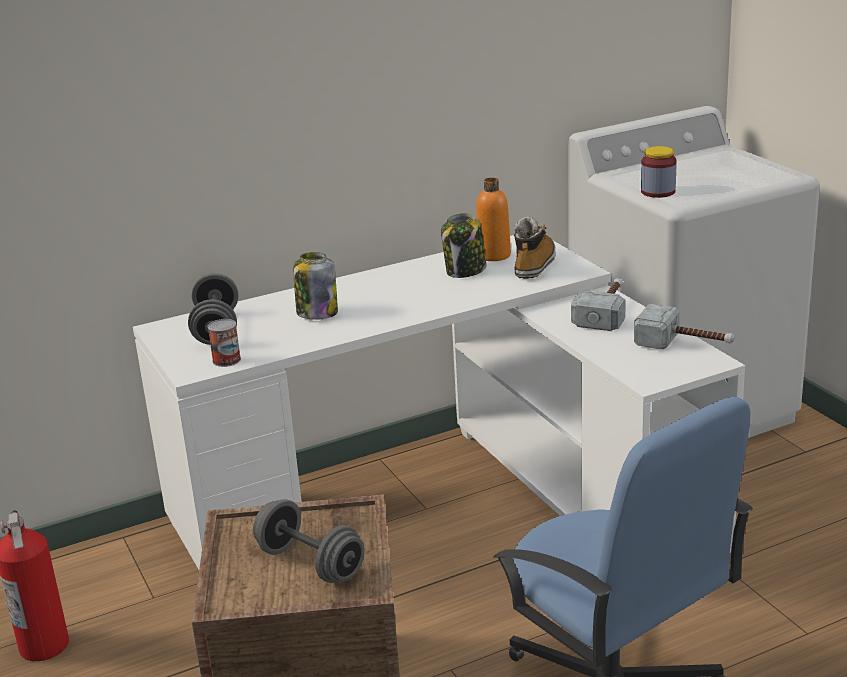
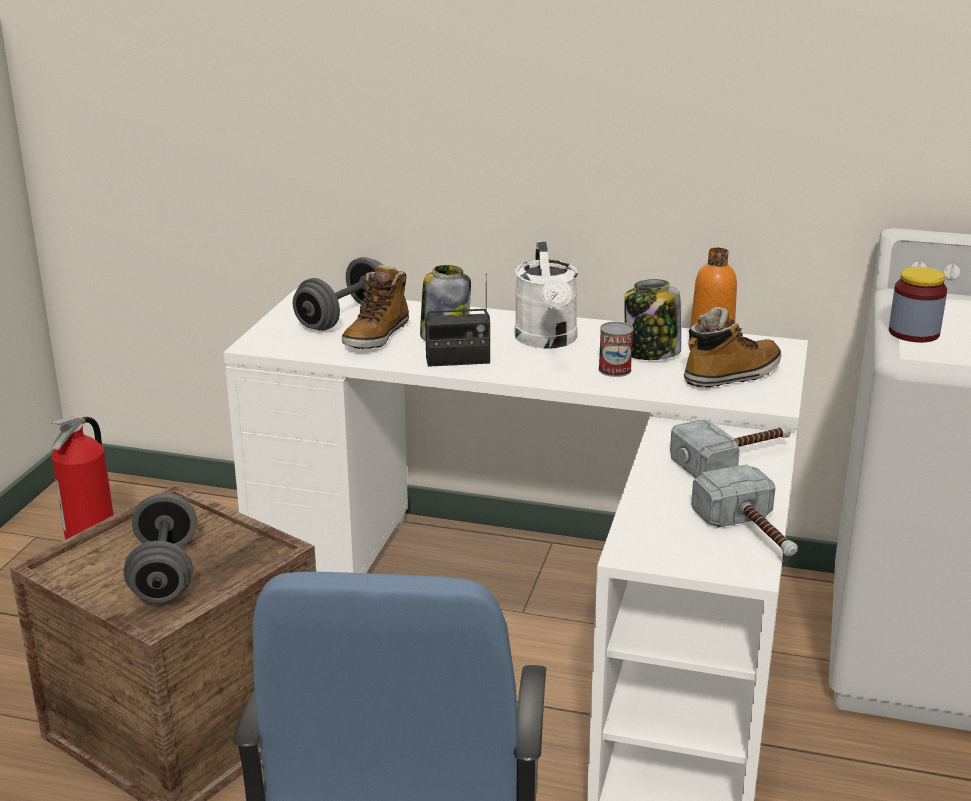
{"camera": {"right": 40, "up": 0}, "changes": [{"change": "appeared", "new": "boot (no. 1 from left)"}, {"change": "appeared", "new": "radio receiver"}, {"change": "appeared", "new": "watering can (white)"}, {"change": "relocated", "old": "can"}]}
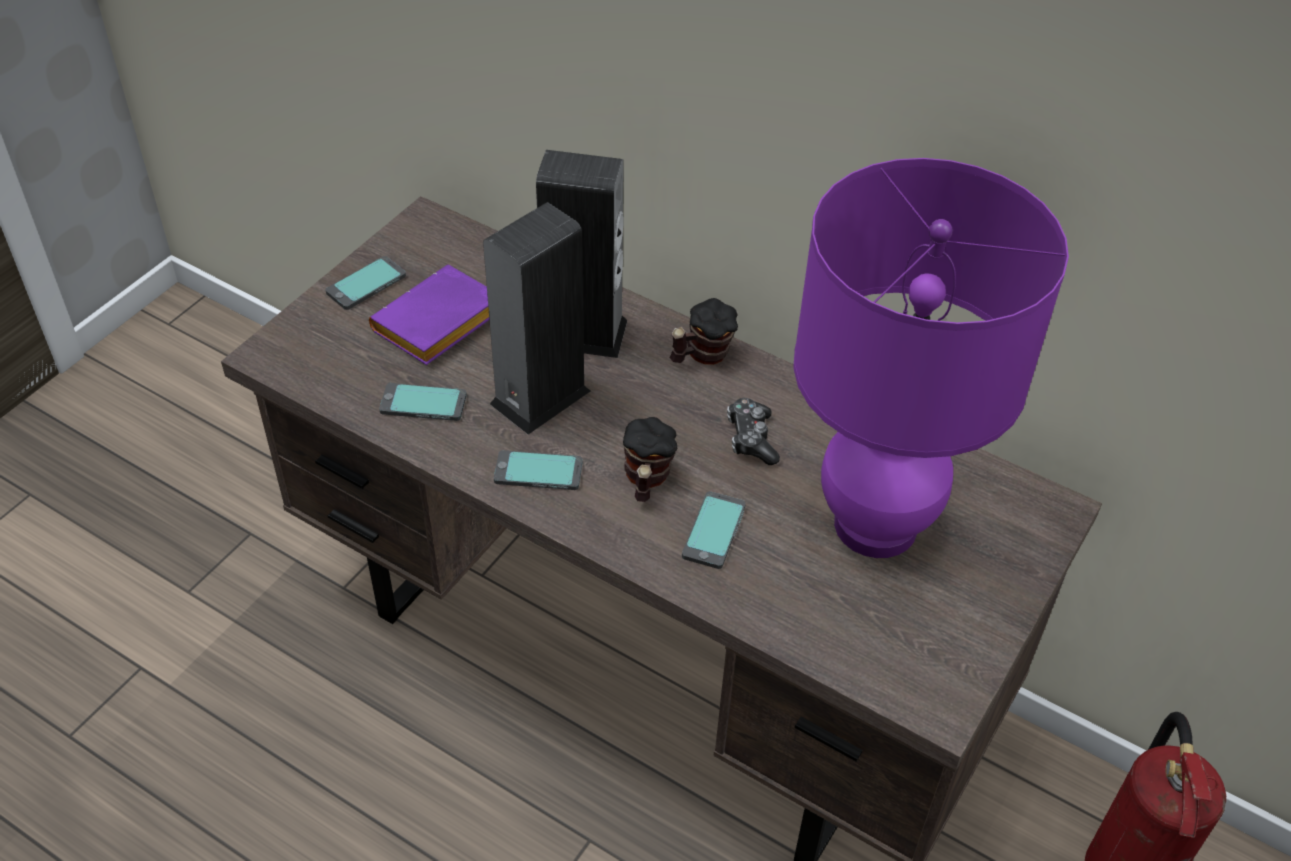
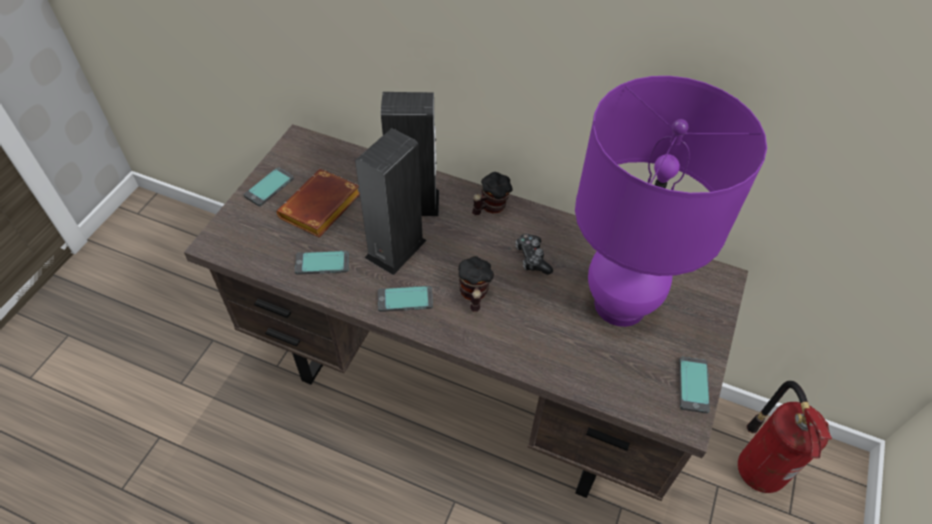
{"camera": {"right": -10, "up": 5}, "changes": [{"change": "relocated", "old": "phone (no. 4 from left)"}, {"change": "colour", "old": "bound book (purple)", "new": "bound book (brown)"}]}
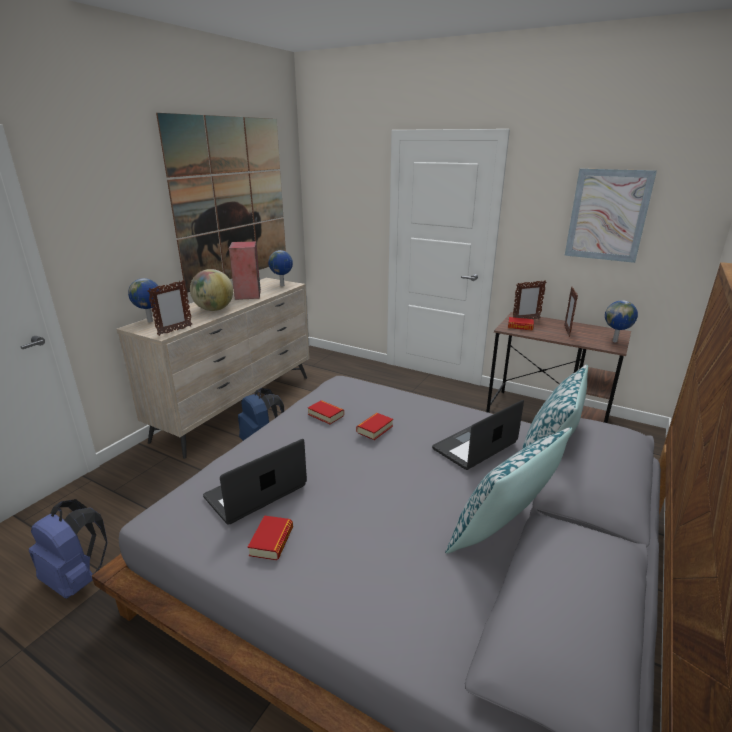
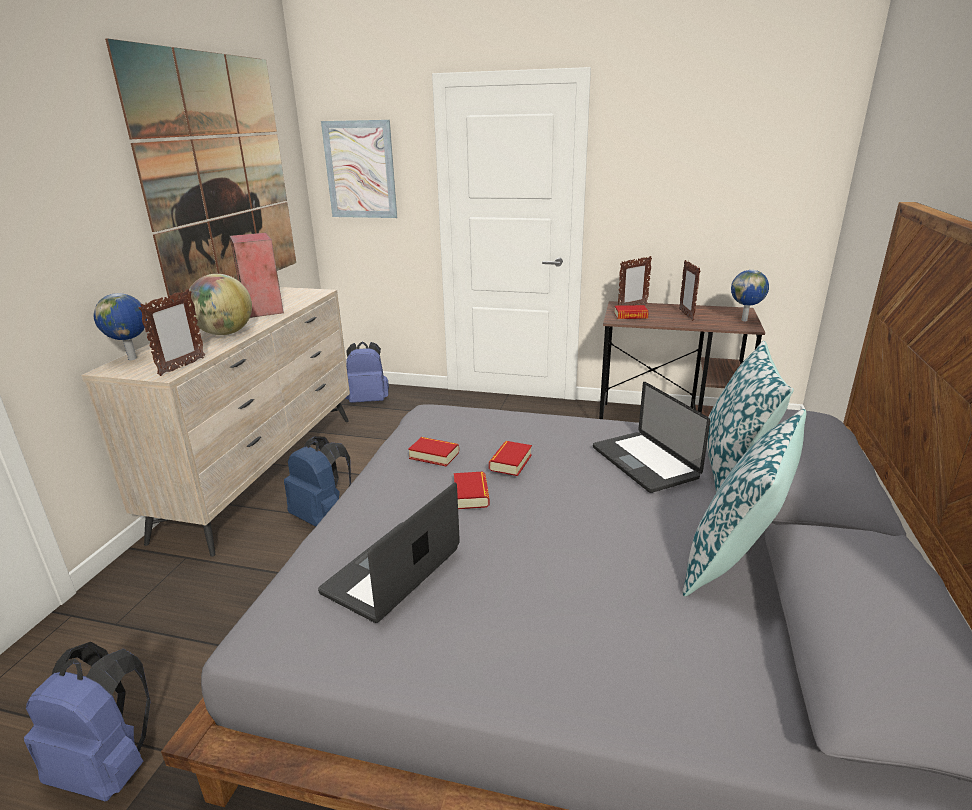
{"camera": {"right": -15, "up": 0}, "changes": [{"change": "missing", "old": "globe (no. 3 from left)"}, {"change": "appeared", "new": "backpack (blue-coloured) (no. 3 from left)"}, {"change": "relocated", "old": "bound book (no. 1 from left in the first image)", "new": "bound book (no. 2 from left)"}, {"change": "relocated", "old": "wall art (no. 2 from left)"}, {"change": "spun", "old": "notebook computer (no. 2 from left)", "degrees": -60}]}
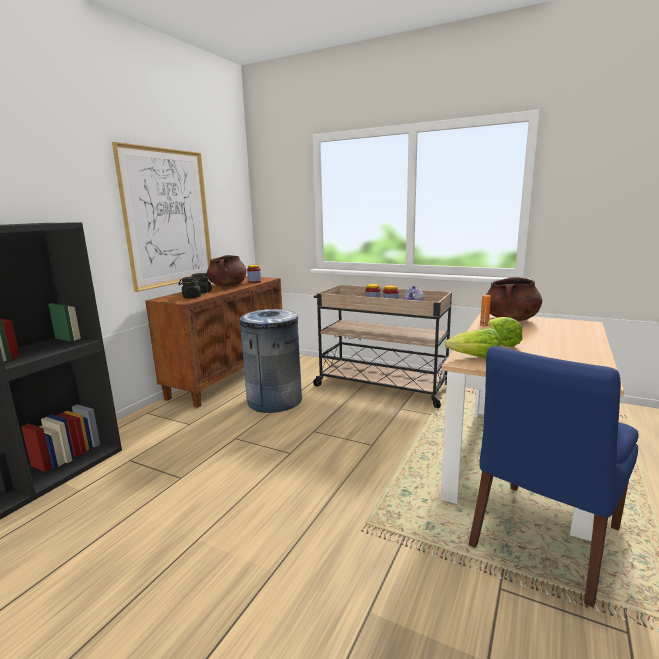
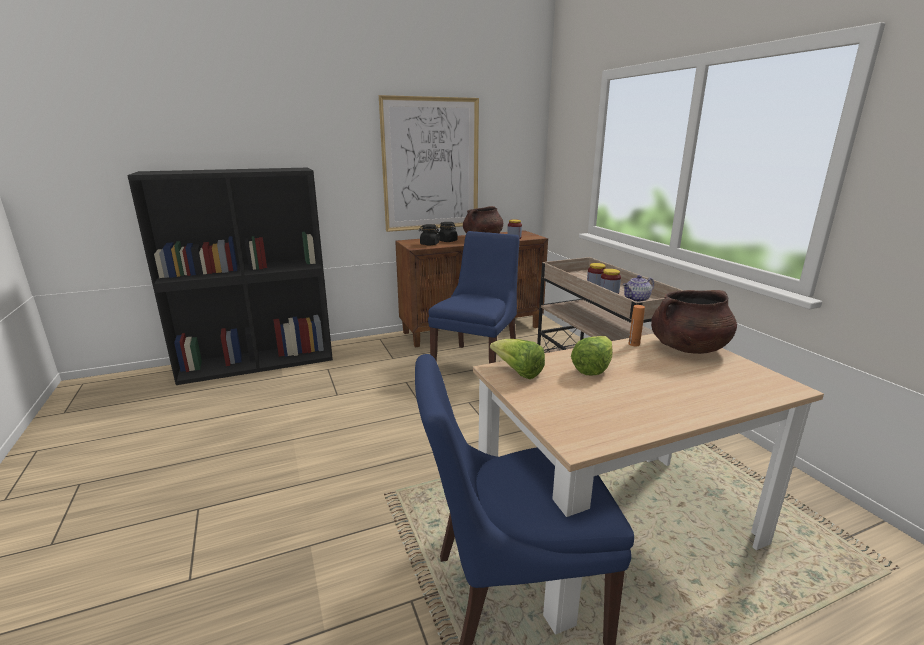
{"camera": {"right": 40, "up": 5}, "changes": [{"change": "exchanged", "old": "waste bin (greyish)", "new": "upright chair (blue-coloured) (no. 1 from left)"}]}
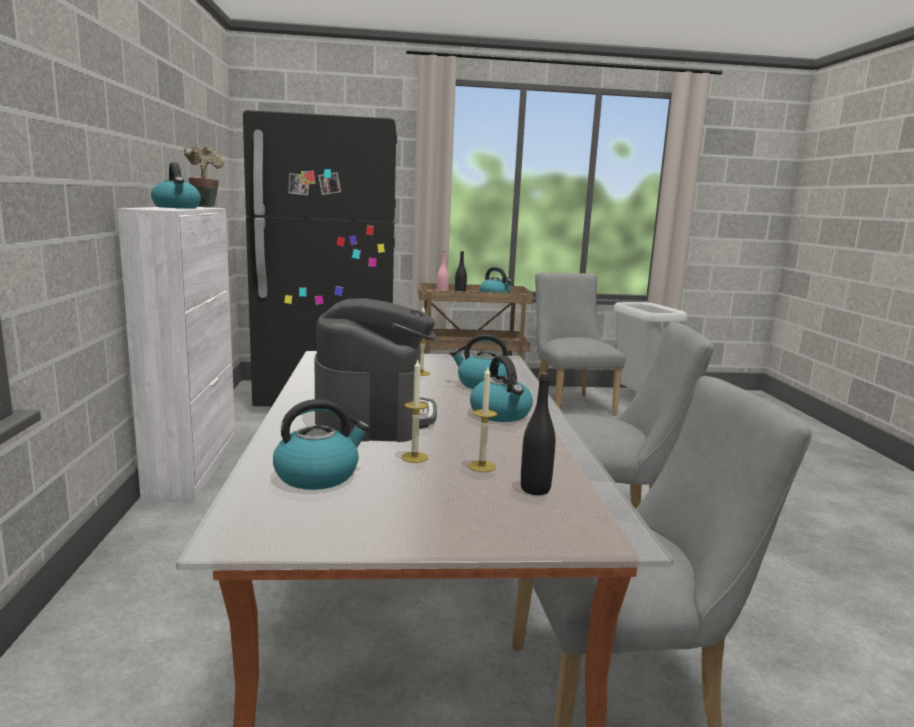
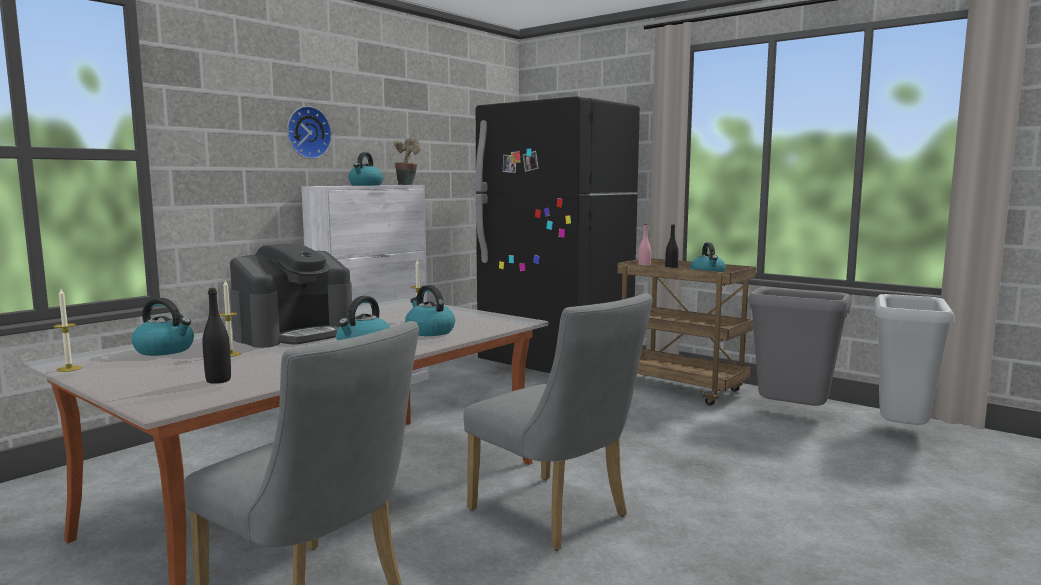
{"camera": {"right": 45, "up": -5}, "changes": [{"change": "appeared", "new": "wall clock"}, {"change": "relocated", "old": "wax candle (no. 3 from left in the first image)", "new": "wax candle (no. 1 from left)"}, {"change": "exchanged", "old": "upright chair (greyish) (no. 1 from left)", "new": "waste bin (greyish) (no. 1 from left)"}]}
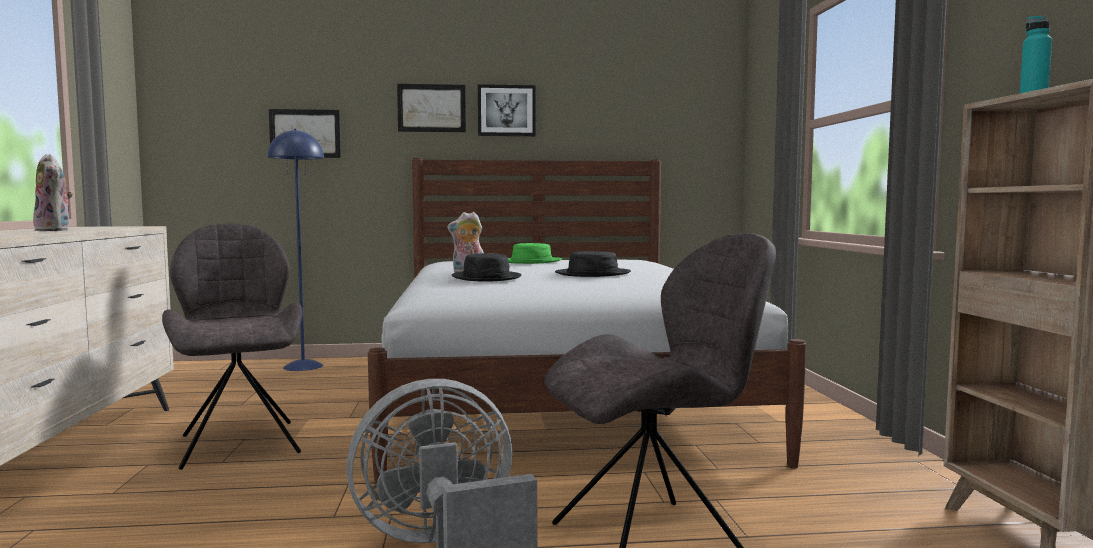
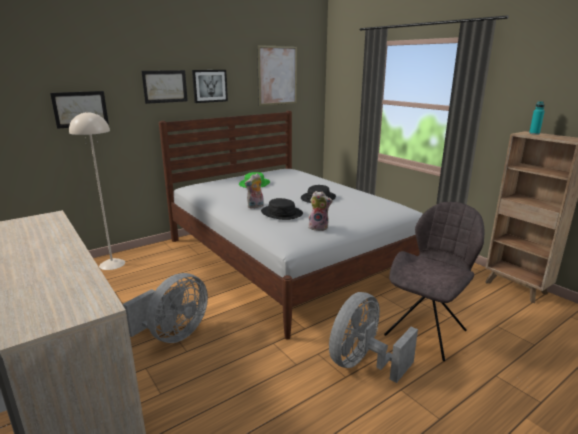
{"camera": {"right": -30, "up": 15}, "changes": [{"change": "appeared", "new": "wall art (no. 4 from left)"}, {"change": "relocated", "old": "cuddly toy (no. 1 from left in the first image)", "new": "cuddly toy (no. 2 from left)"}, {"change": "exchanged", "old": "upright chair (greyish) (no. 1 from left)", "new": "fan (greyish) (no. 1 from left)"}, {"change": "colour", "old": "floor lamp (blue-coloured)", "new": "floor lamp (sand-coloured)"}]}
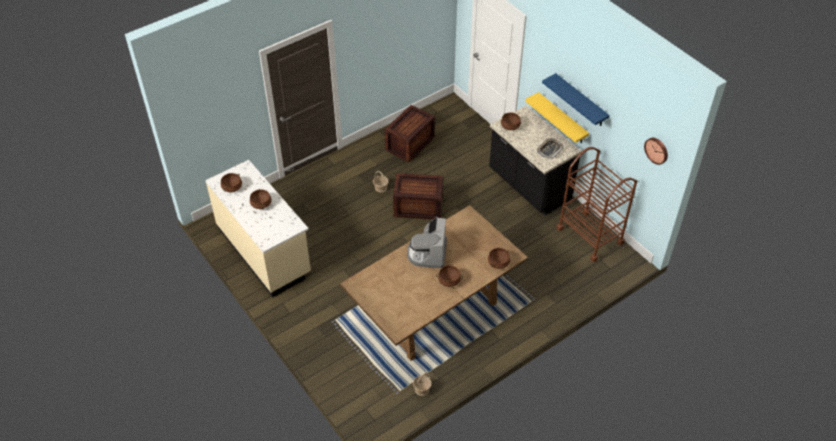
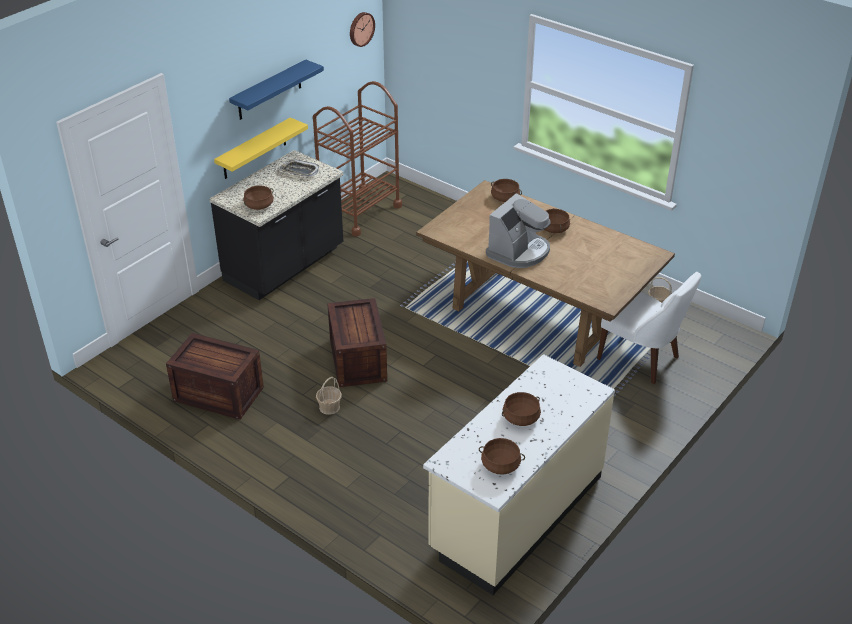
{"camera": {"right": -105, "up": -10}, "changes": [{"change": "appeared", "new": "upright chair (white)"}, {"change": "spun", "old": "coffee brewer", "degrees": -45}]}
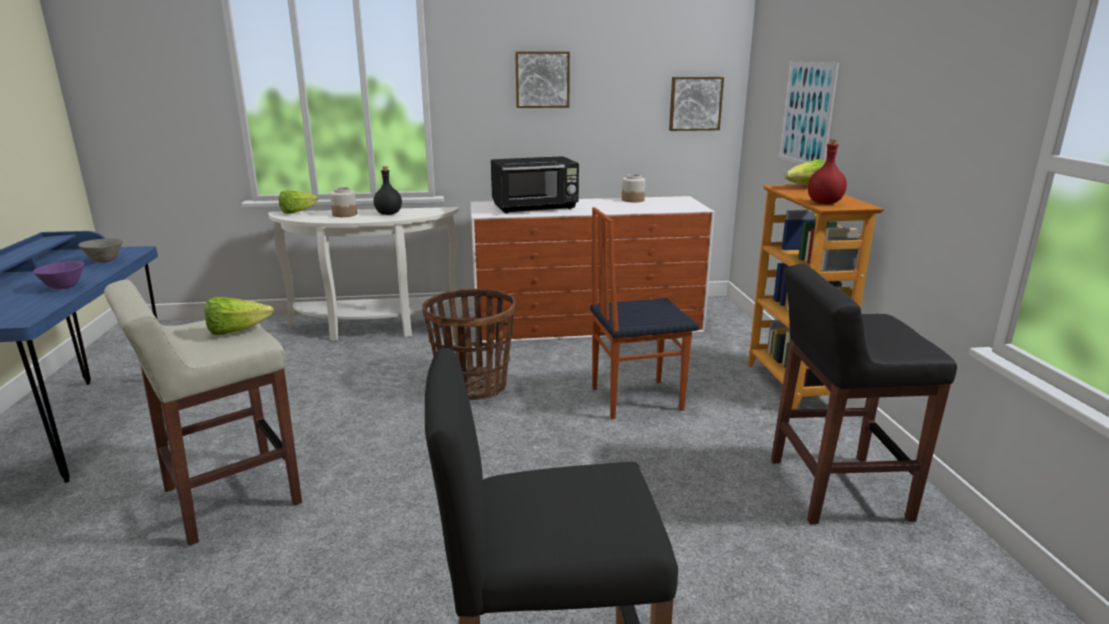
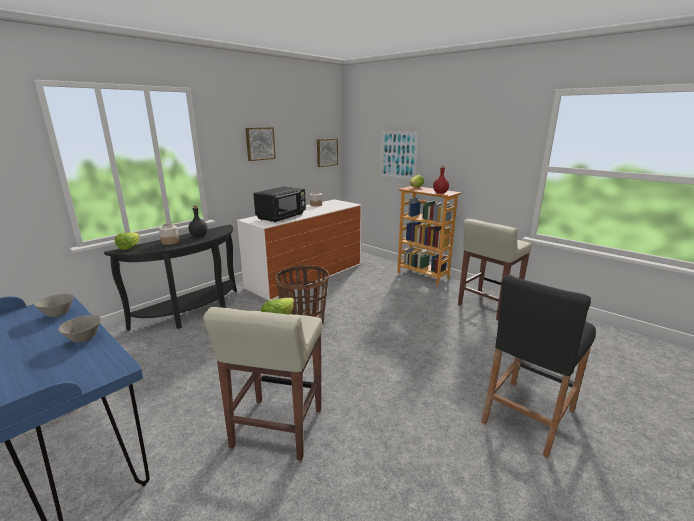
{"camera": {"right": -40, "up": 0}, "changes": [{"change": "missing", "old": "upright chair"}, {"change": "colour", "old": "serving bowl (purple)", "new": "serving bowl (greyish) (no. 2 from left)"}, {"change": "colour", "old": "narrow table (white)", "new": "narrow table (blackish)"}, {"change": "colour", "old": "stool (blackish) (no. 2 from left)", "new": "stool (sand-coloured) (no. 2 from left)"}]}
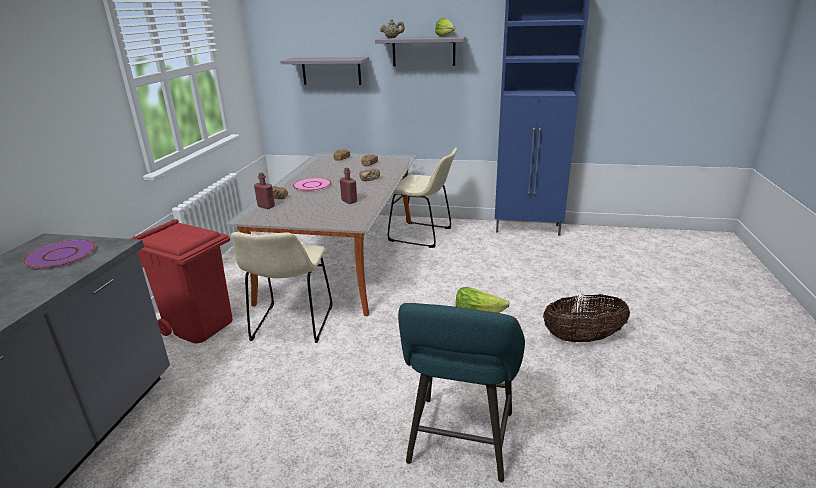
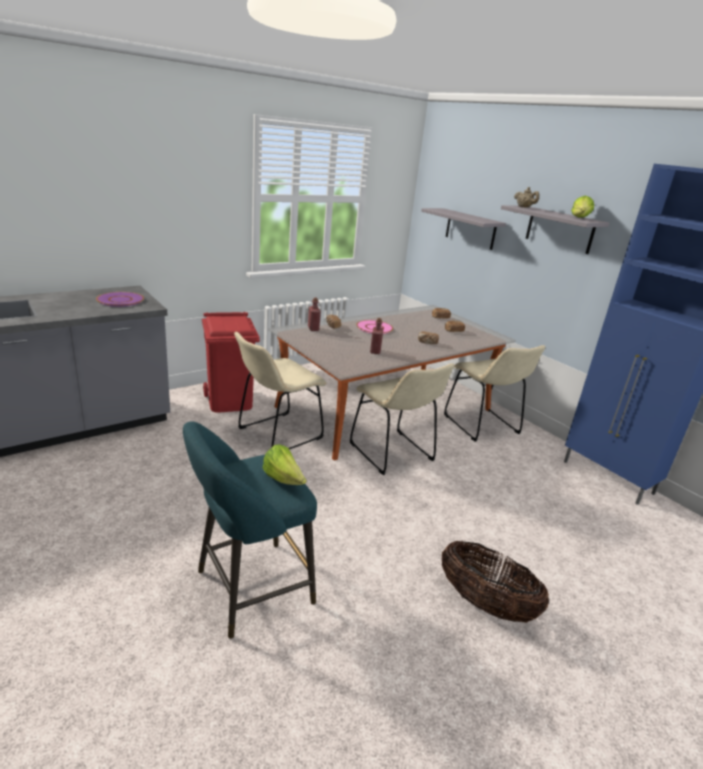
{"camera": {"right": 40, "up": 0}, "changes": [{"change": "appeared", "new": "upright chair (sand-coloured) (no. 2 from left)"}]}
